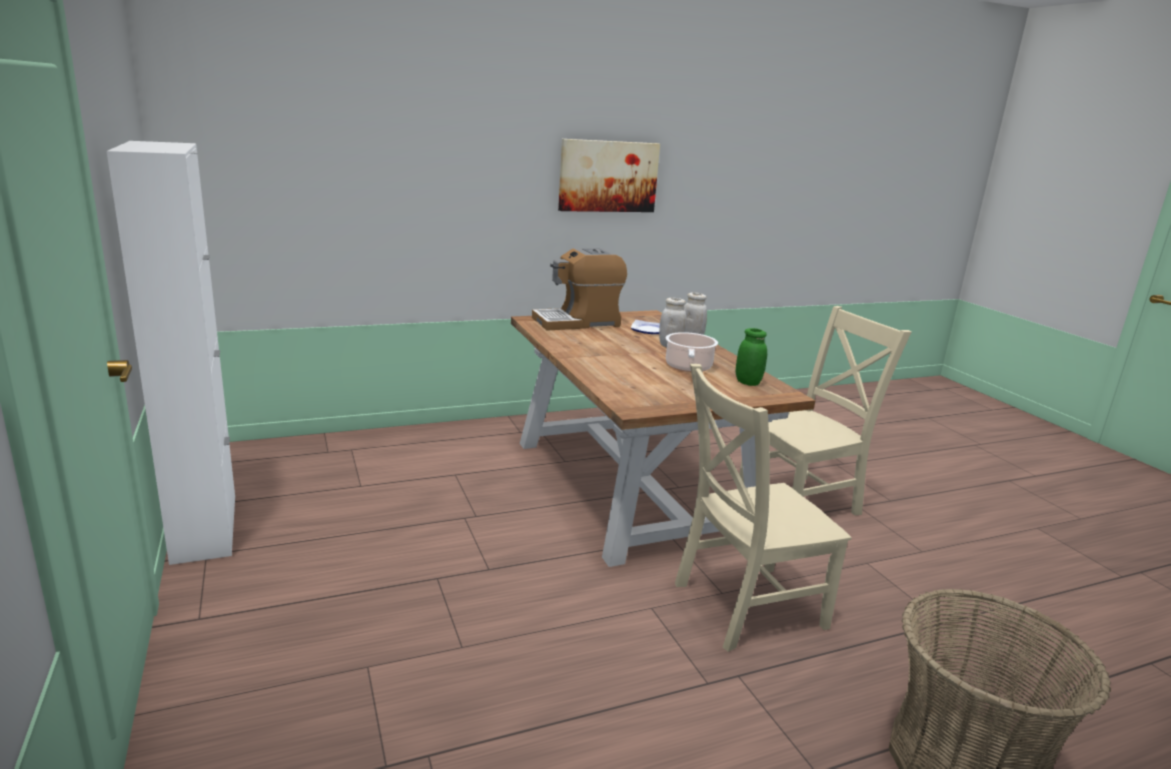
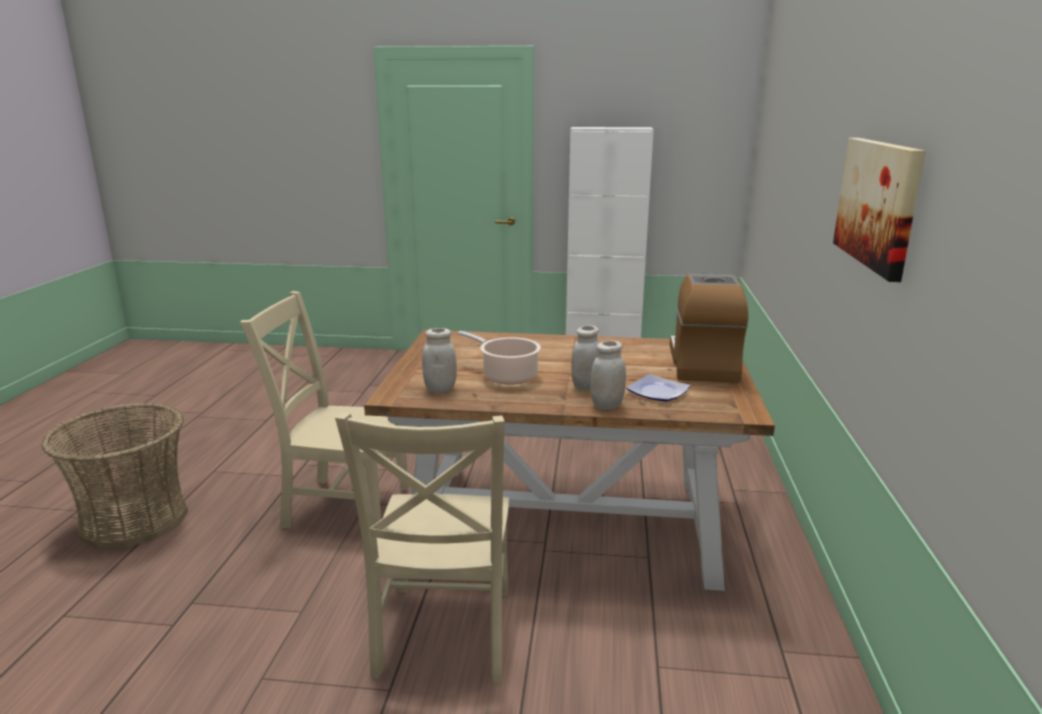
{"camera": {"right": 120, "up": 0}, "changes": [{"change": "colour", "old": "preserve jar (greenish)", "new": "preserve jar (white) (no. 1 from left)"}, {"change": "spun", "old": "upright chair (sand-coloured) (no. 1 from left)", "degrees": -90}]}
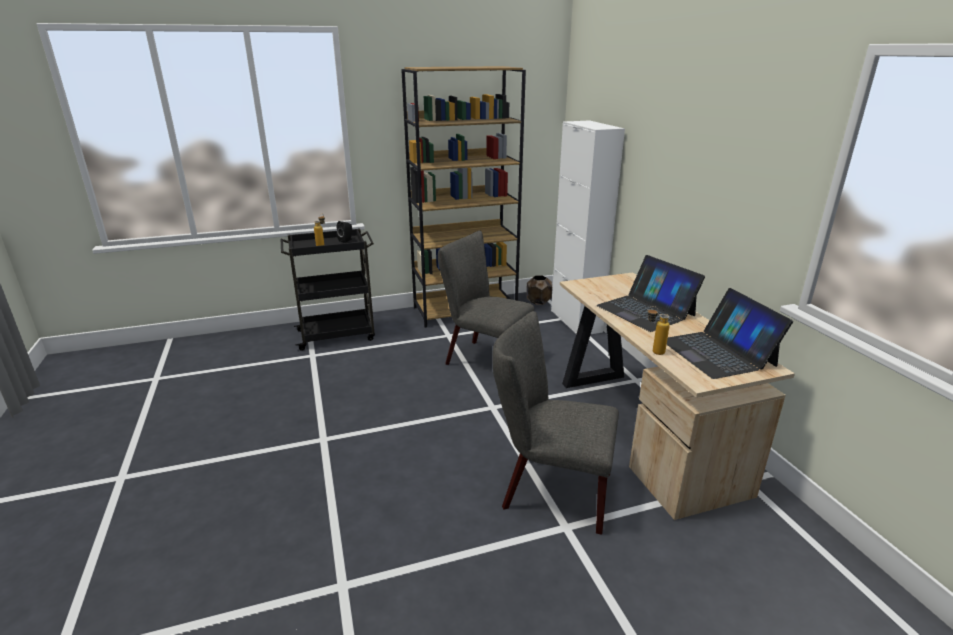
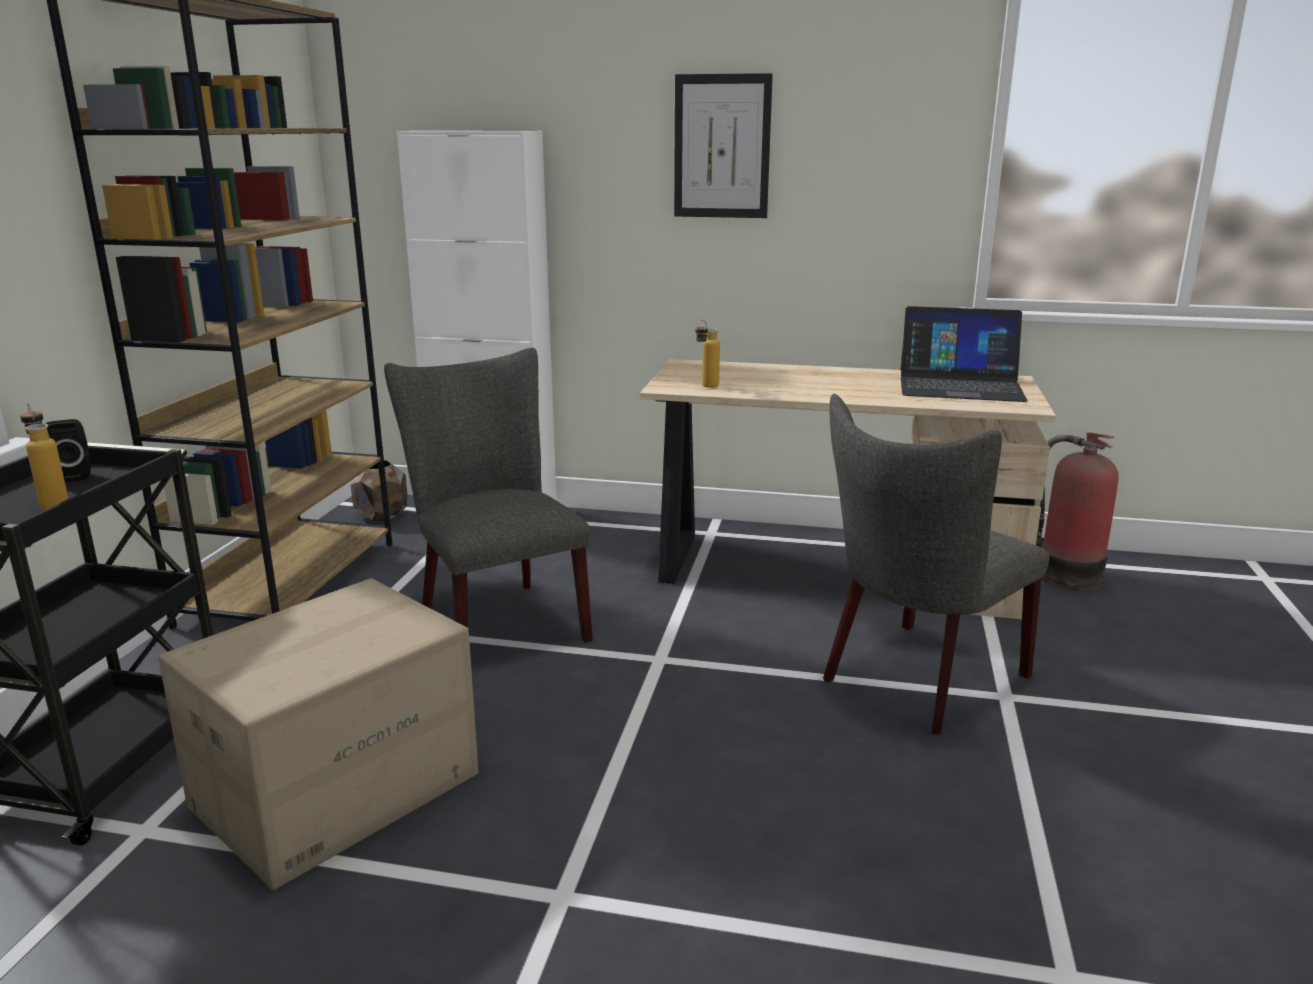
{"camera": {"right": -60, "up": -5}, "changes": [{"change": "missing", "old": "notebook computer (no. 1 from left)"}, {"change": "appeared", "new": "carton"}, {"change": "appeared", "new": "wall art"}, {"change": "appeared", "new": "fire extinguisher"}, {"change": "relocated", "old": "drink bottle (no. 2 from left)"}, {"change": "spun", "old": "upright chair (greyish) (no. 1 from left)", "degrees": 90}]}
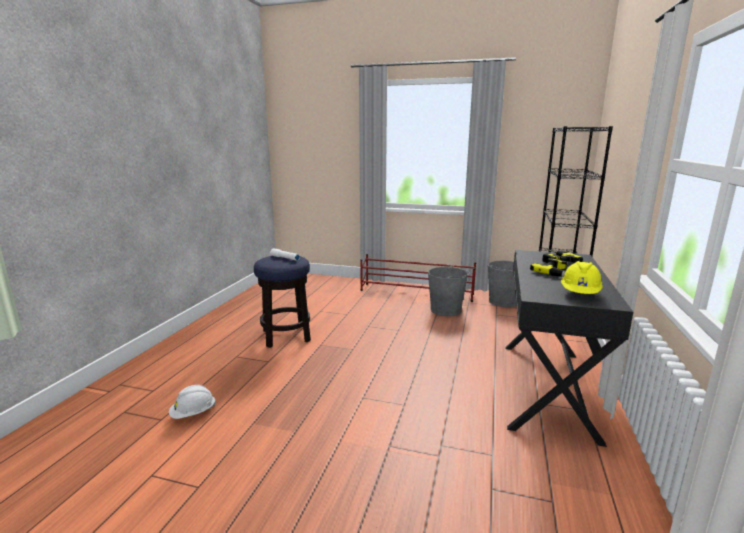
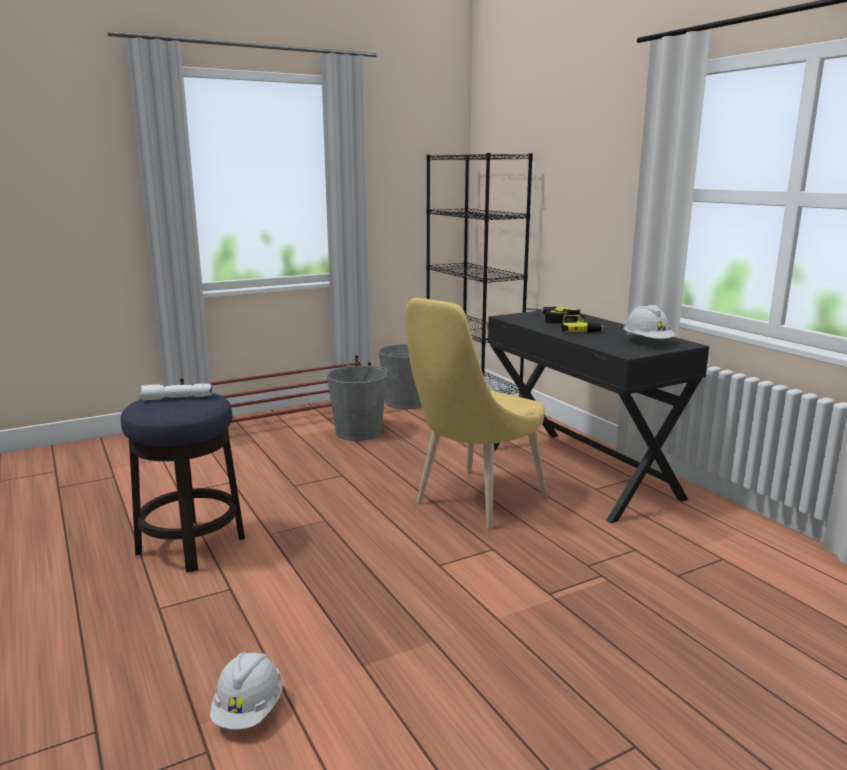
{"camera": {"right": -45, "up": 0}, "changes": [{"change": "appeared", "new": "upright chair (yellow-coloured)"}, {"change": "colour", "old": "work helmet (yellow-coloured)", "new": "work helmet (white) (no. 2 from left)"}]}
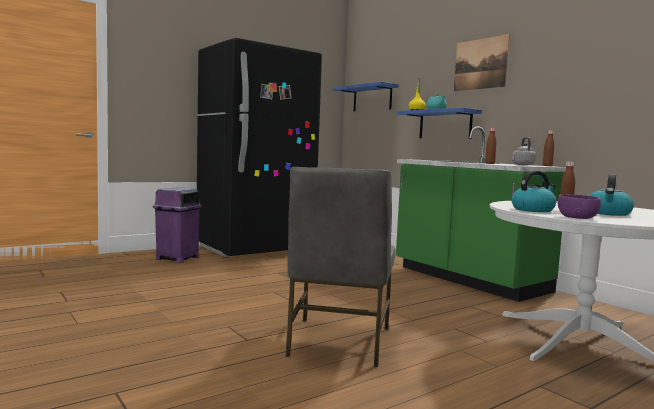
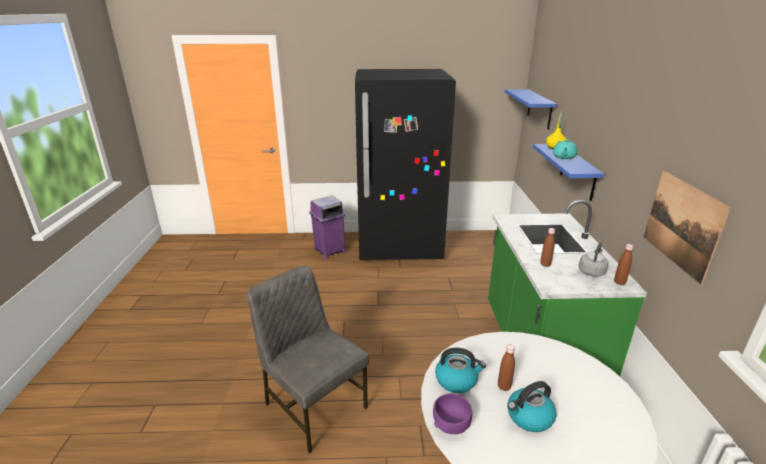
{"camera": {"right": 35, "up": 20}, "changes": [{"change": "relocated", "old": "wall art"}, {"change": "spun", "old": "upright chair (greyish)", "degrees": 90}]}
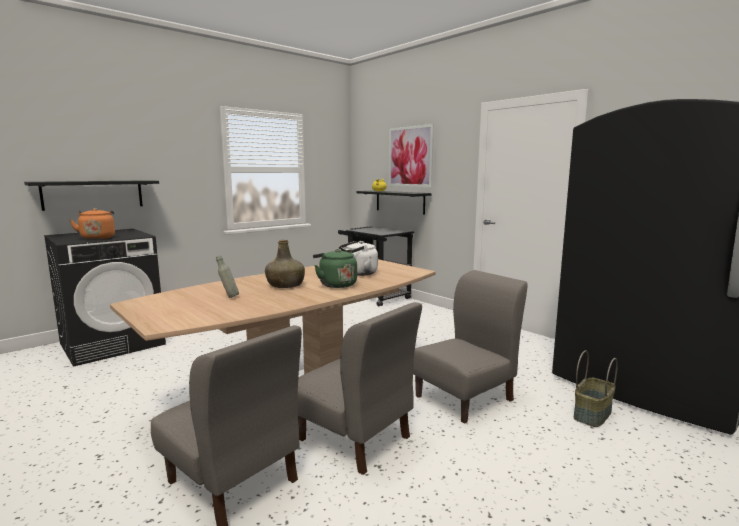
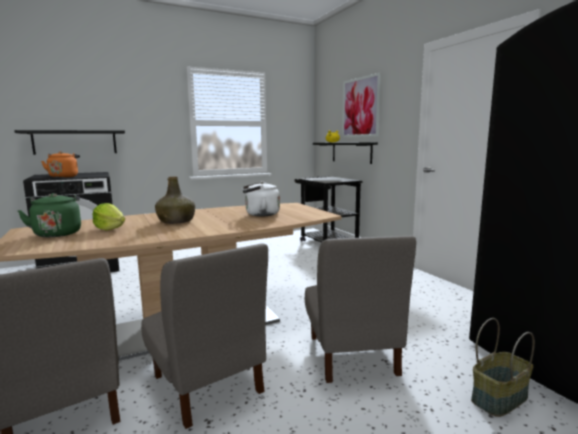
{"camera": {"right": 15, "up": 0}, "changes": [{"change": "relocated", "old": "kettle (greenish)"}, {"change": "exchanged", "old": "drink bottle (greyish)", "new": "lettuce"}, {"change": "spun", "old": "upright chair (greyish) (no. 3 from left)", "degrees": 105}]}
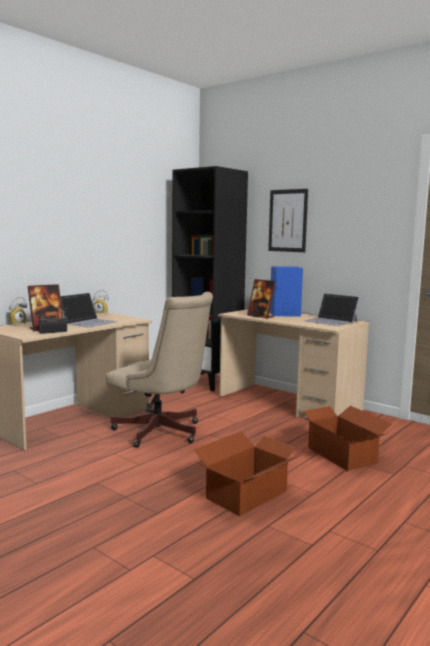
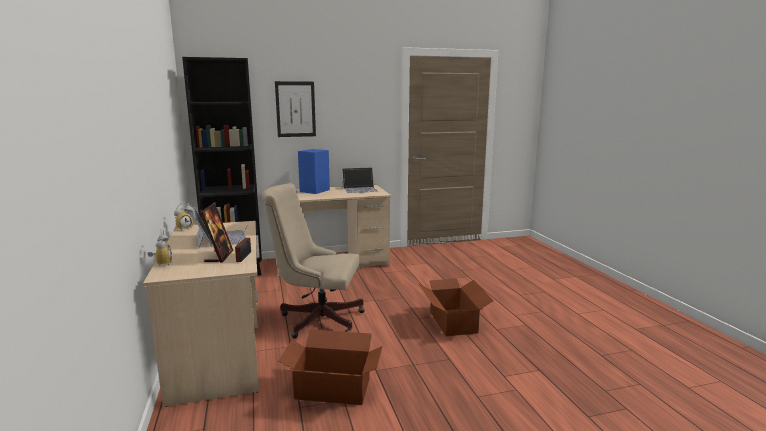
{"camera": {"right": -55, "up": 5}, "changes": [{"change": "missing", "old": "picture frame (no. 2 from left)"}, {"change": "relocated", "old": "carton (no. 2 from left in the first image)", "new": "carton (no. 1 from left)"}, {"change": "spun", "old": "desk chair (sand-coloured)", "degrees": -150}]}
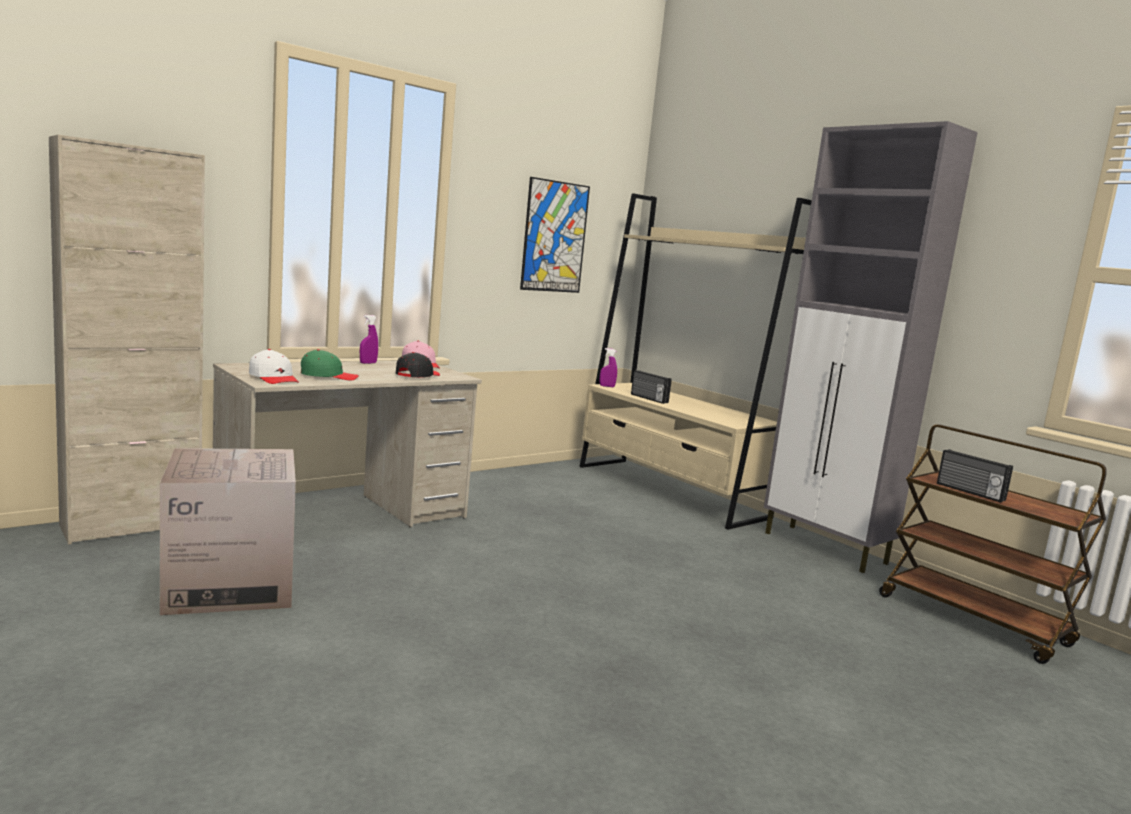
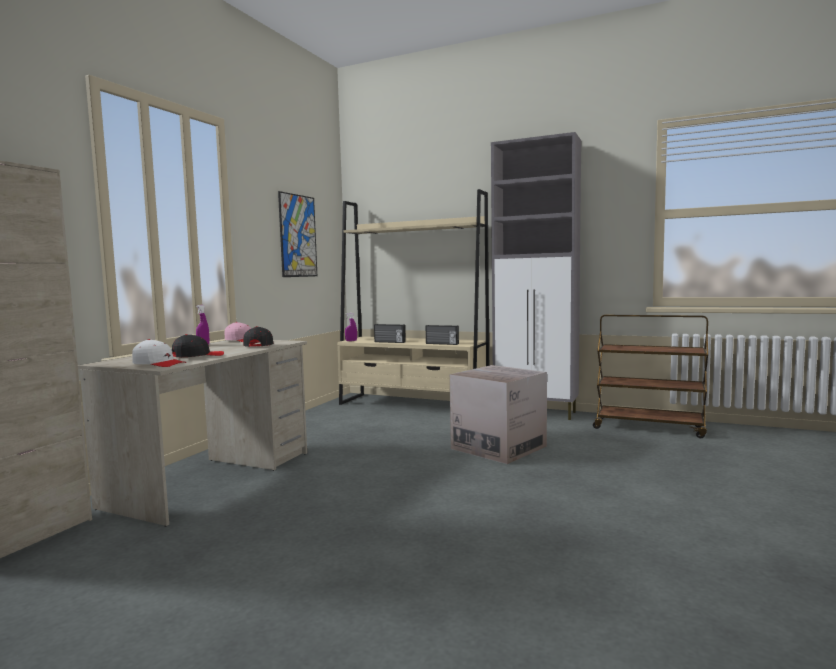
{"camera": {"right": -25, "up": -5}, "changes": [{"change": "relocated", "old": "carton"}, {"change": "relocated", "old": "radio receiver (no. 2 from left)"}, {"change": "colour", "old": "cap (greenish)", "new": "cap (blackish) (no. 1 from left)"}]}
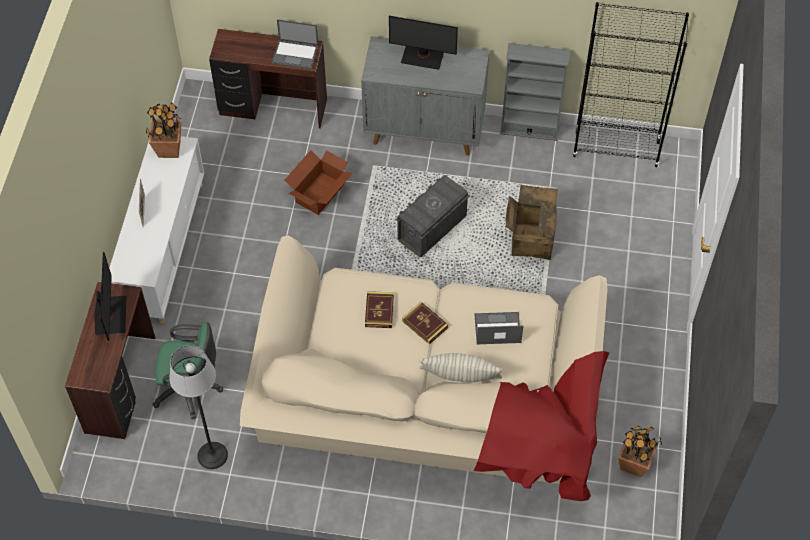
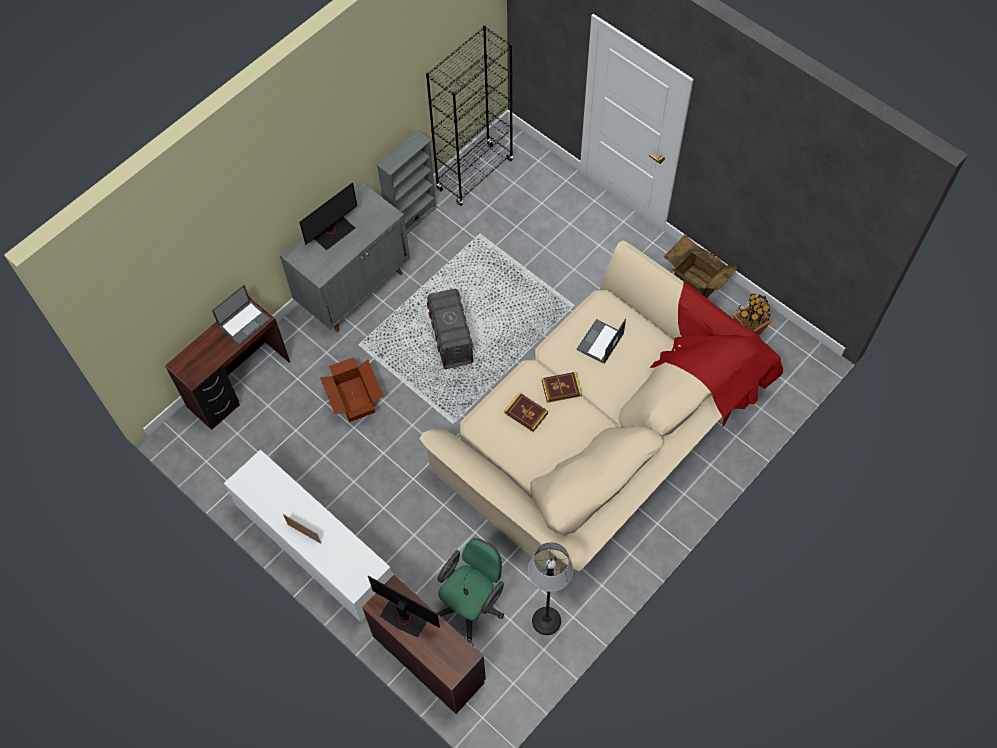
{"camera": {"right": -55, "up": 5}, "changes": [{"change": "missing", "old": "plant in a pot (no. 1 from left)"}, {"change": "missing", "old": "throw pillow"}, {"change": "relocated", "old": "carton (no. 2 from left)"}]}
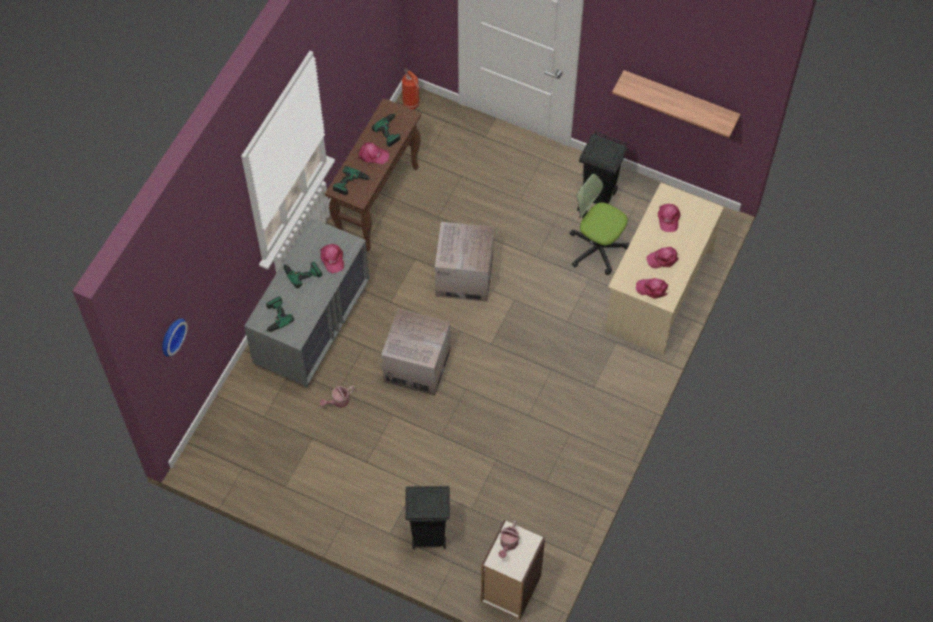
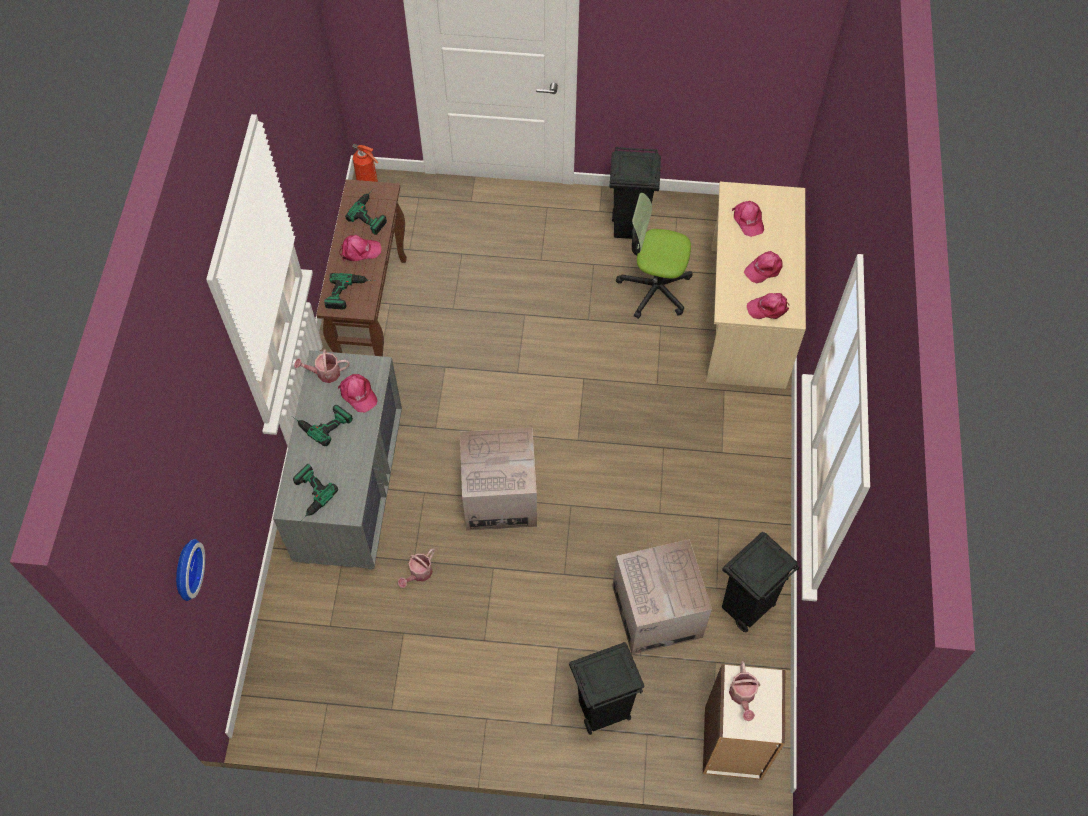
{"camera": {"right": -20, "up": 0}, "changes": [{"change": "missing", "old": "wall shelf"}, {"change": "appeared", "new": "watering can (no. 1 from left)"}, {"change": "appeared", "new": "waste bin (blackish) (no. 3 from left)"}, {"change": "relocated", "old": "carton (no. 2 from left)"}]}
